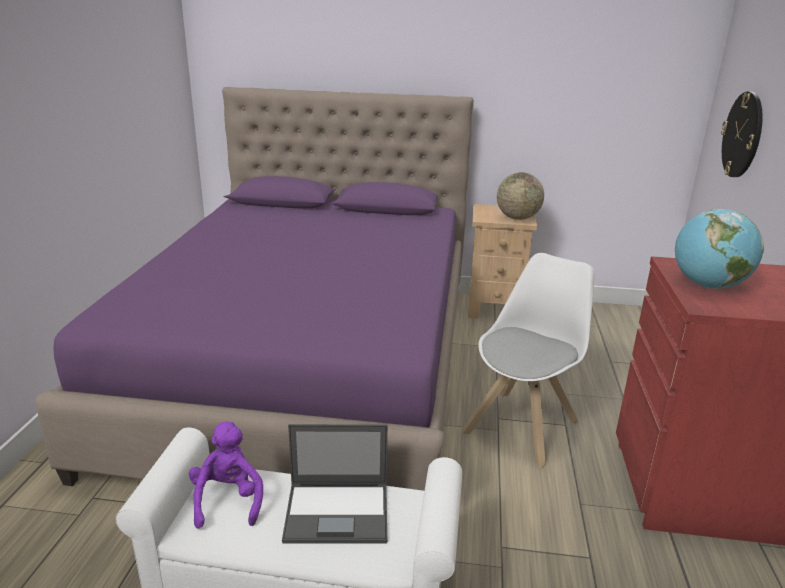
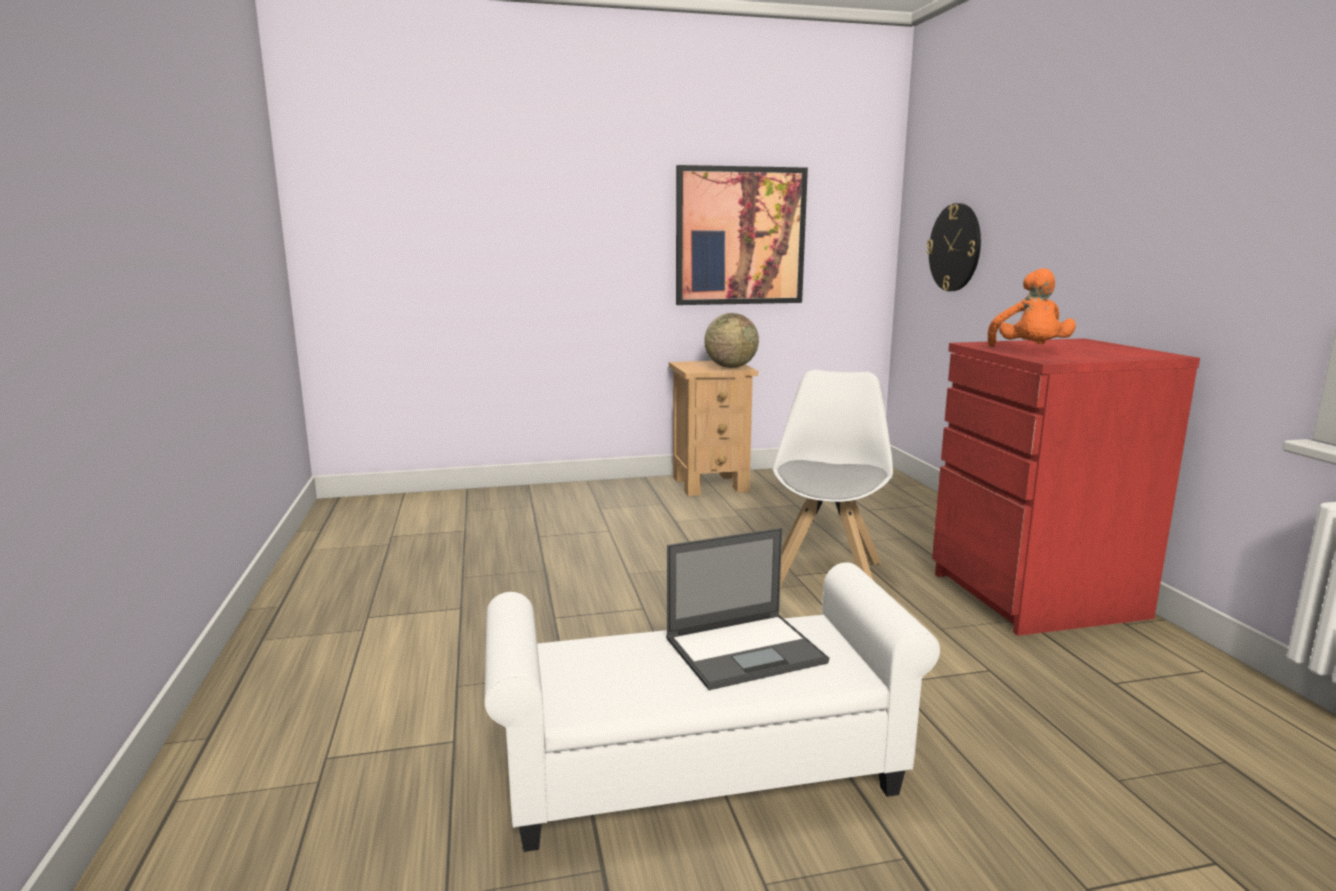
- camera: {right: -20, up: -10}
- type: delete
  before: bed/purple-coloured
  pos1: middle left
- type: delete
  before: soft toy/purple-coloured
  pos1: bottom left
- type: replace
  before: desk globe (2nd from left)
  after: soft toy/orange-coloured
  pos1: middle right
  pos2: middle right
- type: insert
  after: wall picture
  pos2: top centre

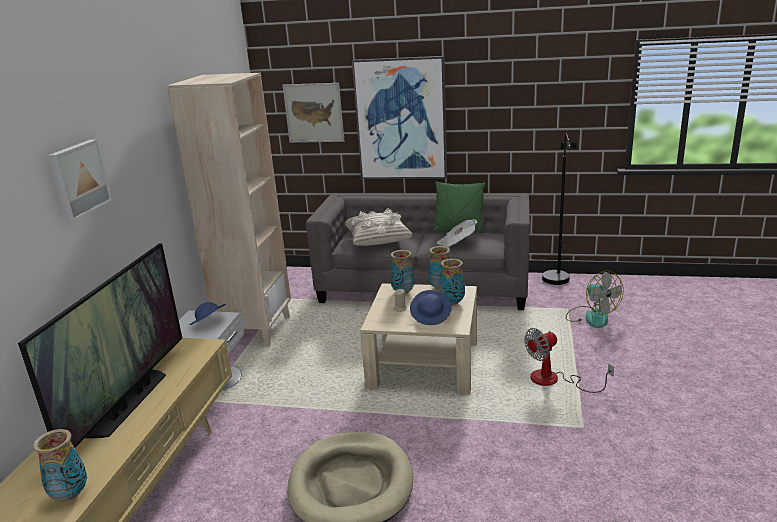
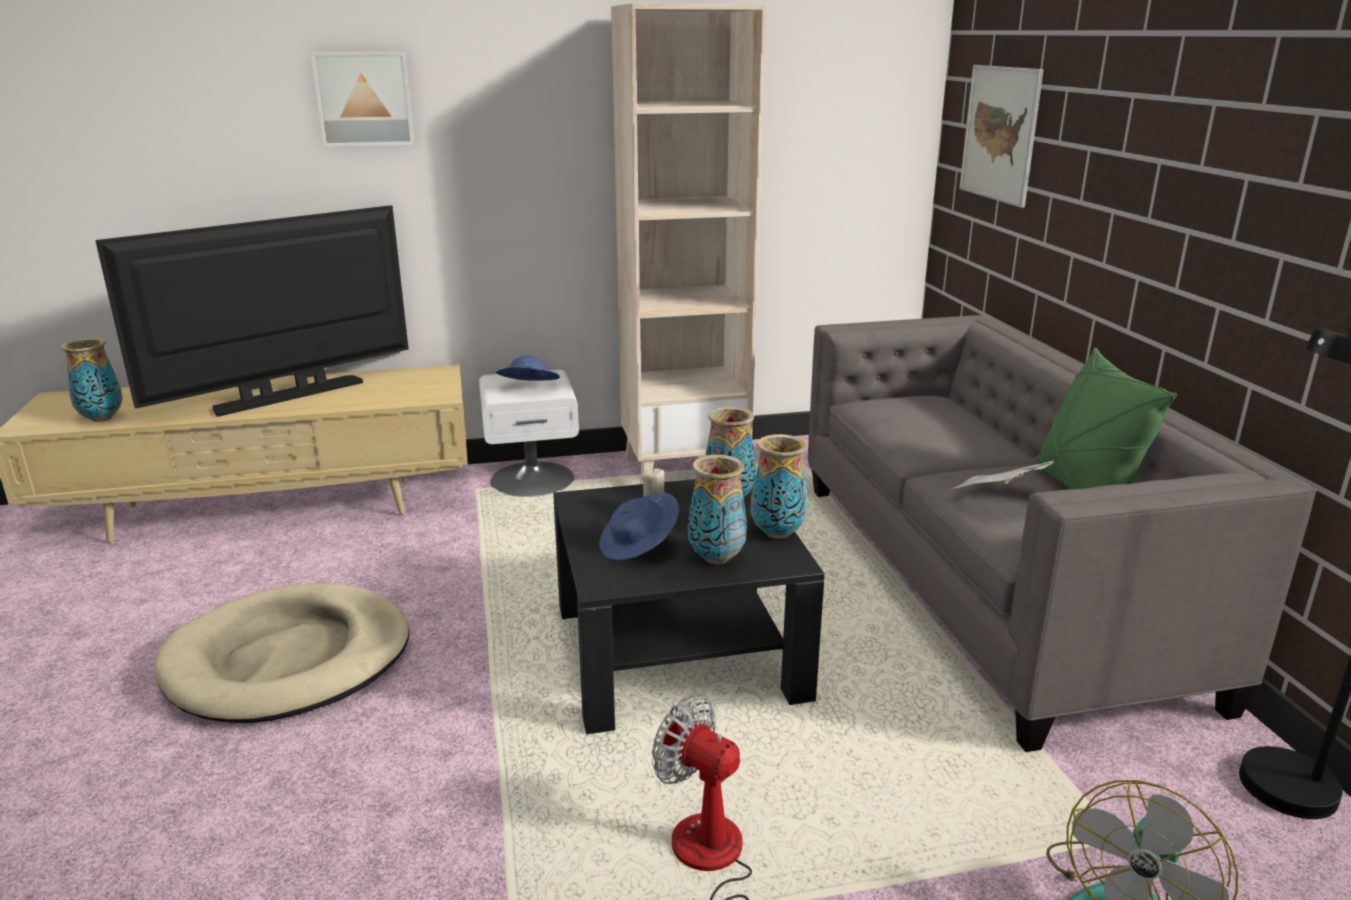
- camera: {right: 65, up: 0}
- type: rotate
  before: TV
  pos1: middle left
  pos2: middle left
  turn: 150
- type: delete
  before: throw pillow/sand-coloured
  pos1: centre
- type: delete
  before: wall picture (3rd from left)
  pos1: top centre
- type: recolor
  before: coffee table/sand-coloured
  after: coffee table/black-coloured
  pos1: centre
  pos2: bottom centre

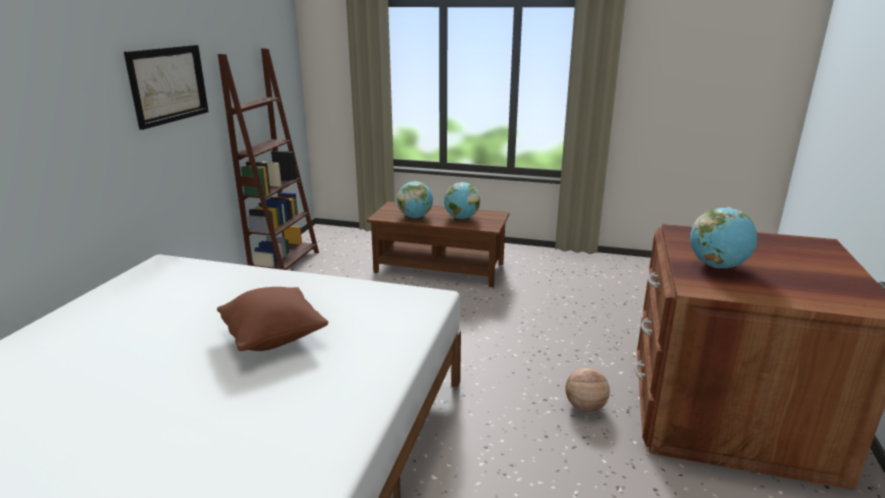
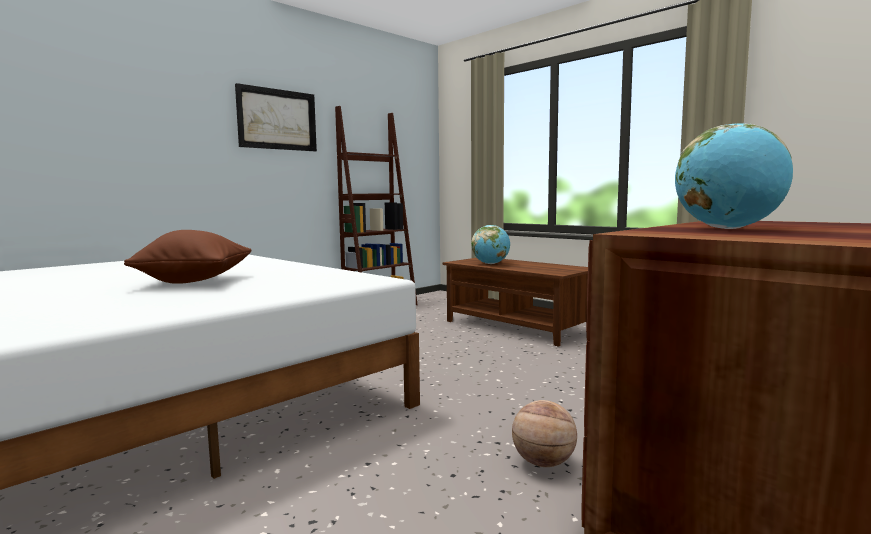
- camera: {right: 30, up: -15}
- type: delete
  before: desk globe (2nd from left)
  pos1: centre

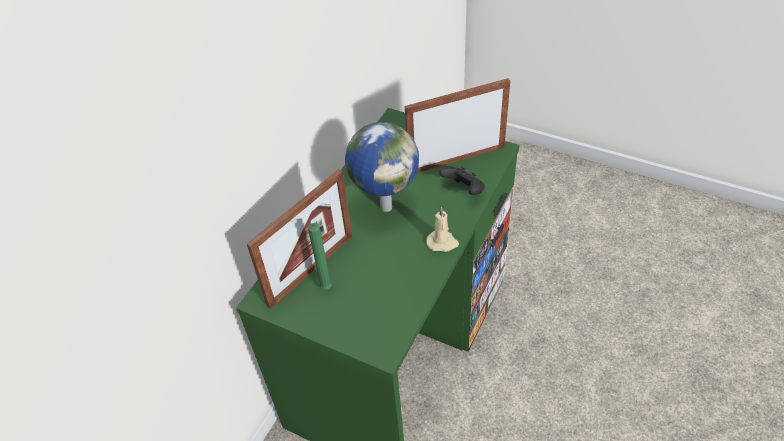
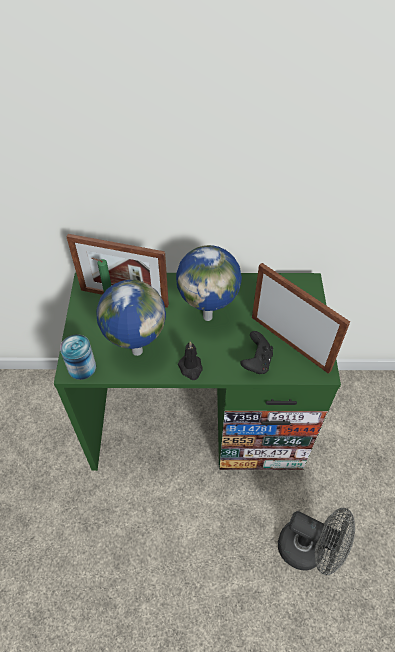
- camera: {right: 60, up: 5}
- type: recolor
  before: candle/sand-coloured
  after: candle/black-coloured
  pos1: centre
  pos2: centre
- type: insert
  after: metal can
  pos2: middle left
- type: insert
  after: desk globe (1st from left)
  pos2: middle left
- type: insert
  after: fan/grey
  pos2: bottom right

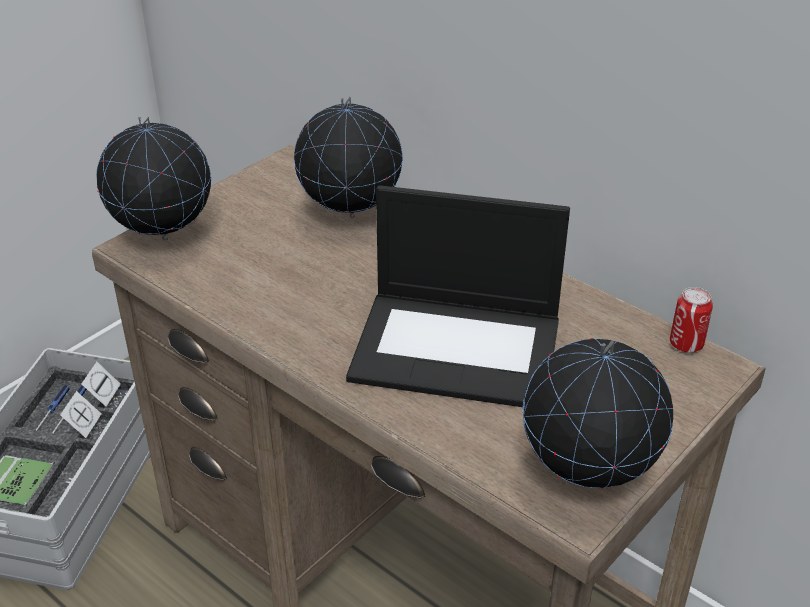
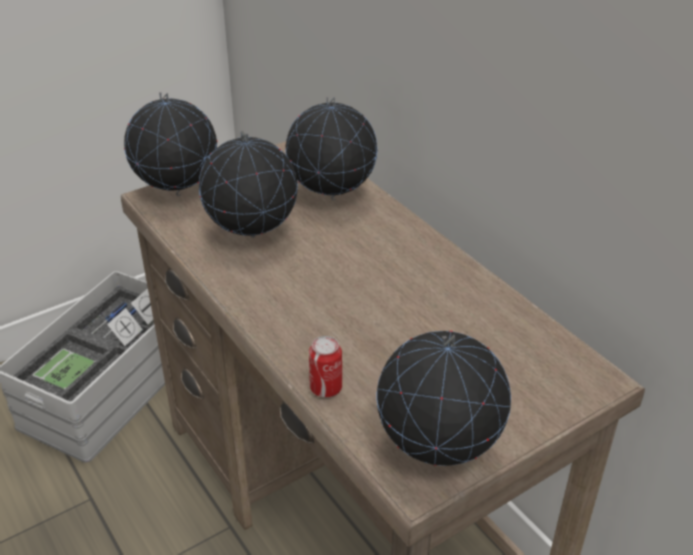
- camera: {right: 15, up: 0}
- type: delete
  before: notebook computer
  pos1: centre
- type: move
  before: metal can
  pos1: middle right
  pos2: centre
- type: insert
  after: desk globe (2nd from left)
  pos2: top centre

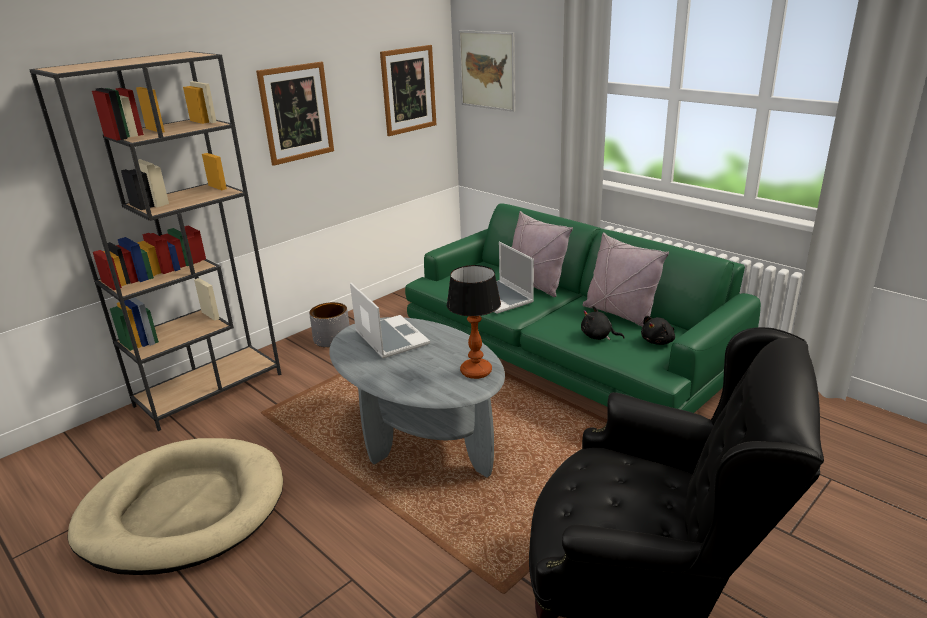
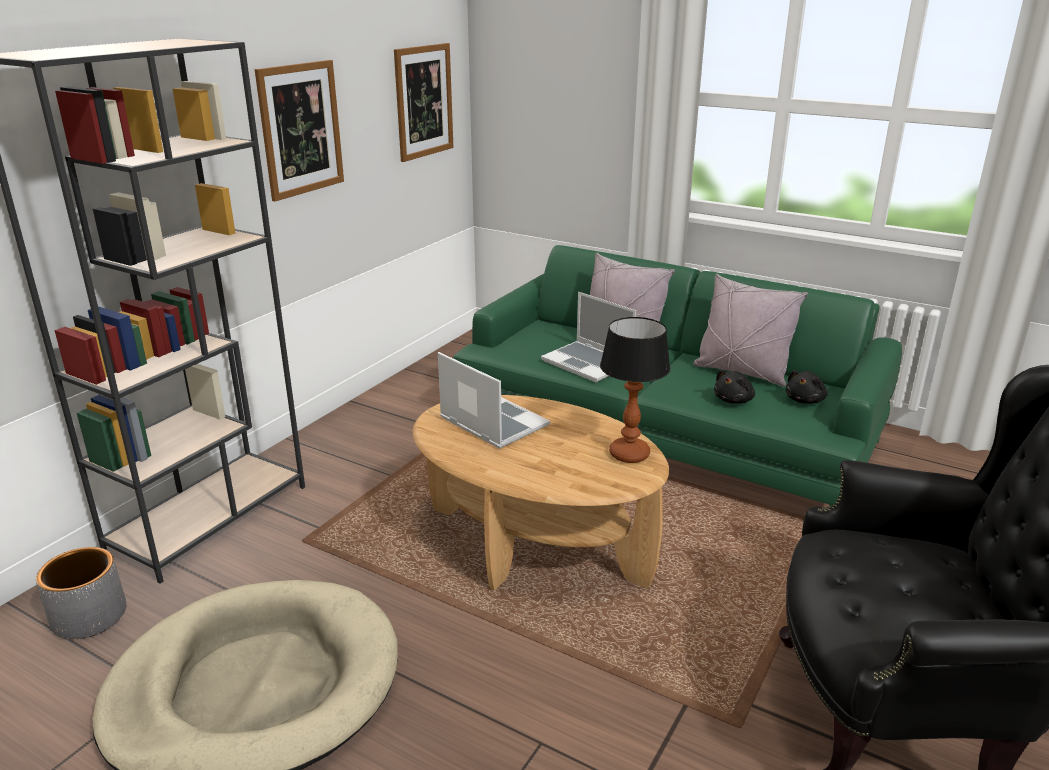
- camera: {right: -15, up: 0}
- type: move
  before: flower pot/grey
  pos1: centre
  pos2: bottom left
- type: recolor
  before: coffee table/grey
  after: coffee table/brown
  pos1: centre
  pos2: centre
- type: delete
  before: wall picture (3rd from left)
  pos1: top centre
- type: rotate
  before: soft toy/black-coloured (1st from left)
  pos1: centre
  pos2: middle right
  turn: -60

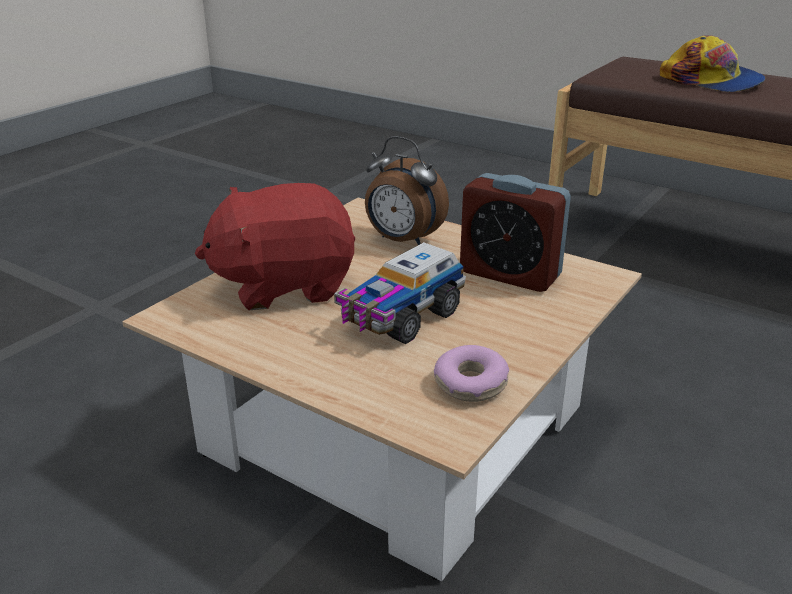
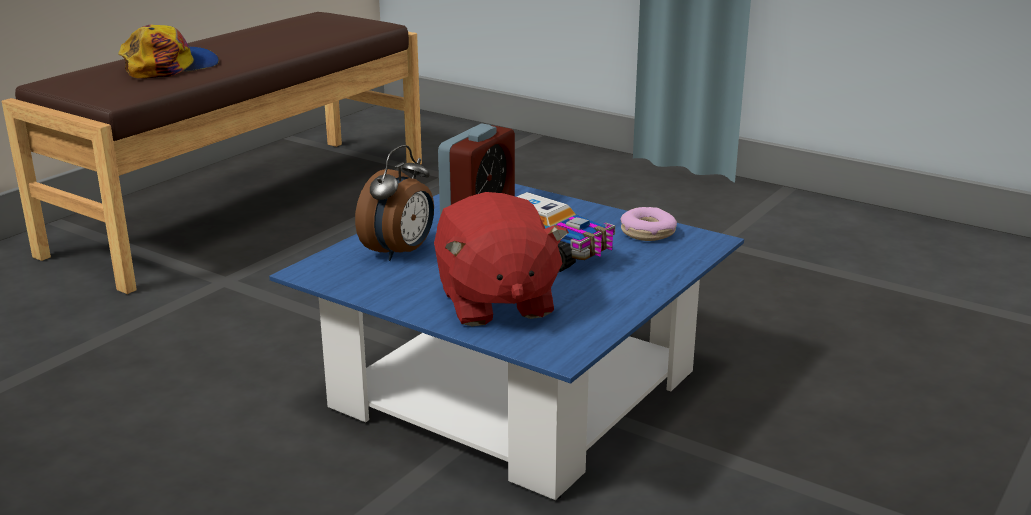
- camera: {right: -90, up: -5}
- type: recolor
  before: coffee table/sand-coloured
  after: coffee table/blue
  pos1: centre
  pos2: centre

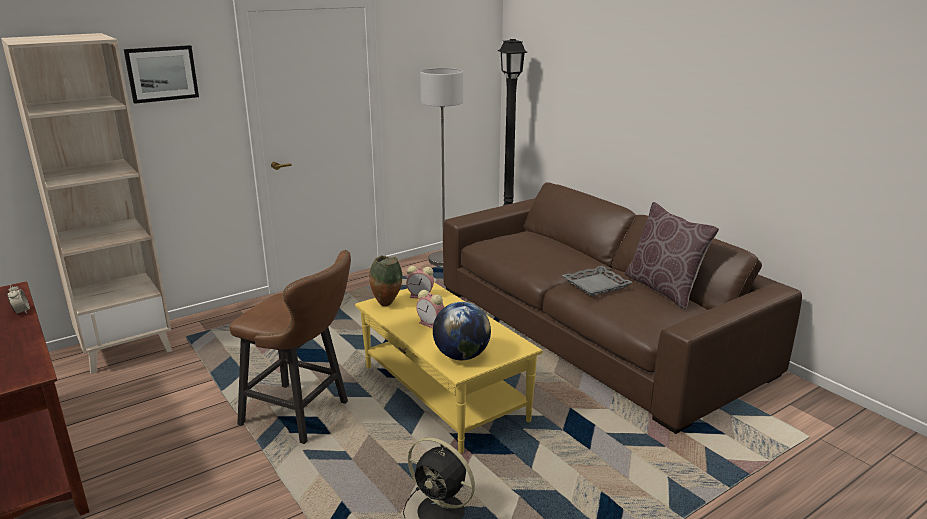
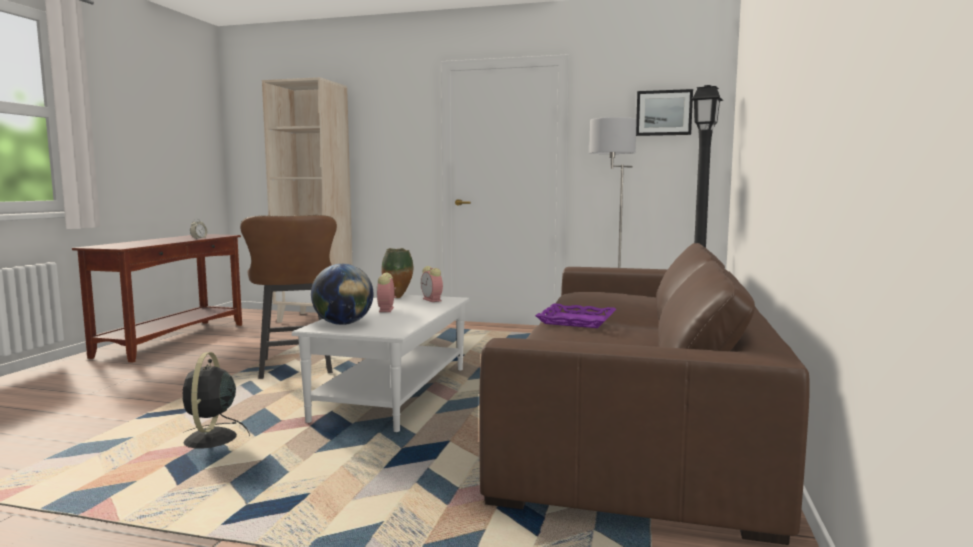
- camera: {right: 50, up: -15}
- type: move
  before: wall picture
  pos1: top left
  pos2: top right
- type: recolor
  before: coffee table/yellowish
  after: coffee table/whitish
  pos1: bottom centre
  pos2: centre
- type: recolor
  before: serving tray/grey
  after: serving tray/purple-coloured
  pos1: centre
  pos2: centre
- type: delete
  before: throw pillow/brown
  pos1: middle right

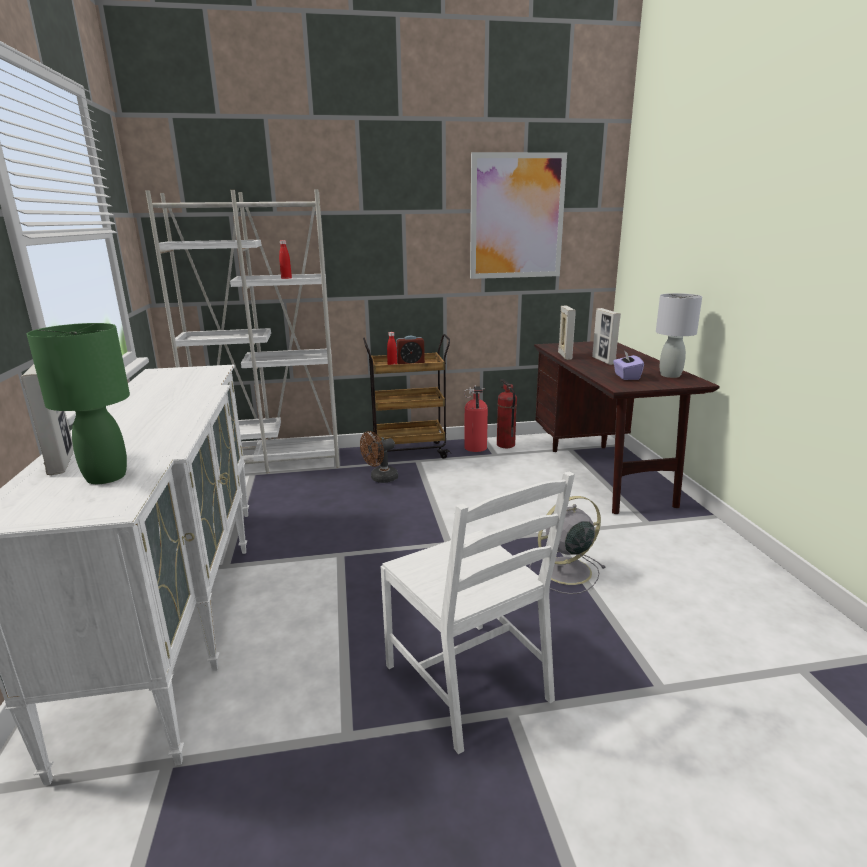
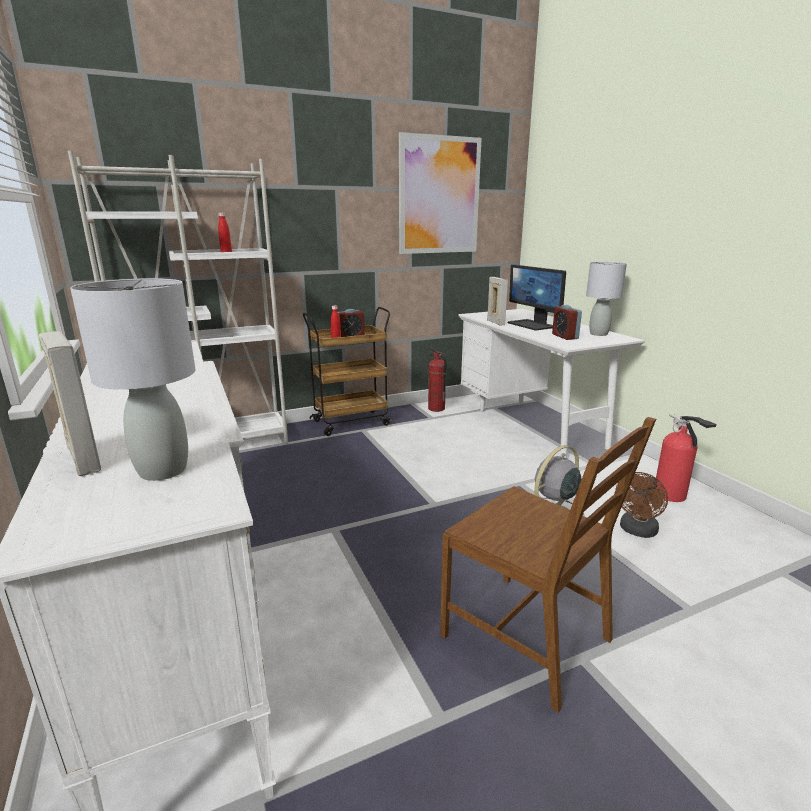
- camera: {right: -15, up: 0}
- type: recolor
  before: lamp for a table/green-coloured
  after: lamp for a table/grey (1st from left)
  pos1: middle left
  pos2: middle left
- type: move
  before: fan/brown
  pos1: centre
  pos2: middle right
- type: recolor
  before: plain chair/whitish
  after: plain chair/brown
  pos1: bottom centre
  pos2: bottom right
- type: move
  before: fire-fighting cylinder (1st from left in the first image)
  after: fire-fighting cylinder (2nd from left)
  pos1: centre
  pos2: middle right
- type: recolor
  before: desk/brown
  after: desk/whitish
  pos1: middle right
  pos2: middle right
- type: replace
  before: photo frame (3rd from left)
  after: computer screen
  pos1: middle right
  pos2: centre
- type: replace
  before: tissue box/purple-coloured
  after: table clock (2nd from left)
  pos1: middle right
  pos2: middle right

